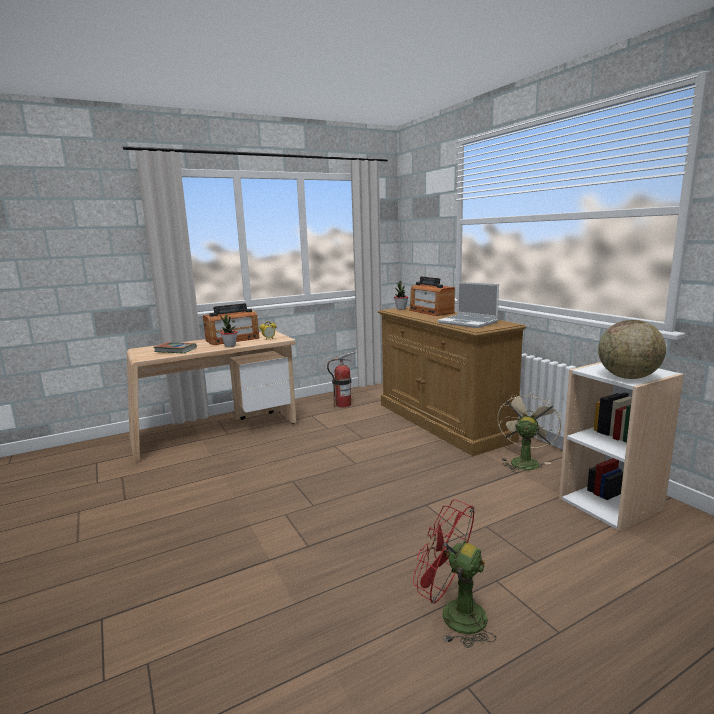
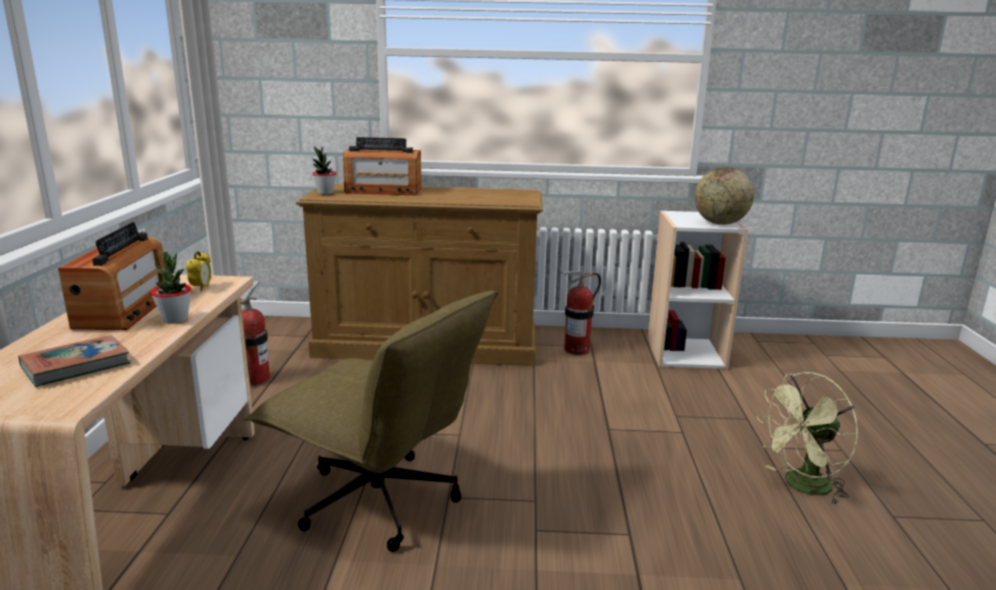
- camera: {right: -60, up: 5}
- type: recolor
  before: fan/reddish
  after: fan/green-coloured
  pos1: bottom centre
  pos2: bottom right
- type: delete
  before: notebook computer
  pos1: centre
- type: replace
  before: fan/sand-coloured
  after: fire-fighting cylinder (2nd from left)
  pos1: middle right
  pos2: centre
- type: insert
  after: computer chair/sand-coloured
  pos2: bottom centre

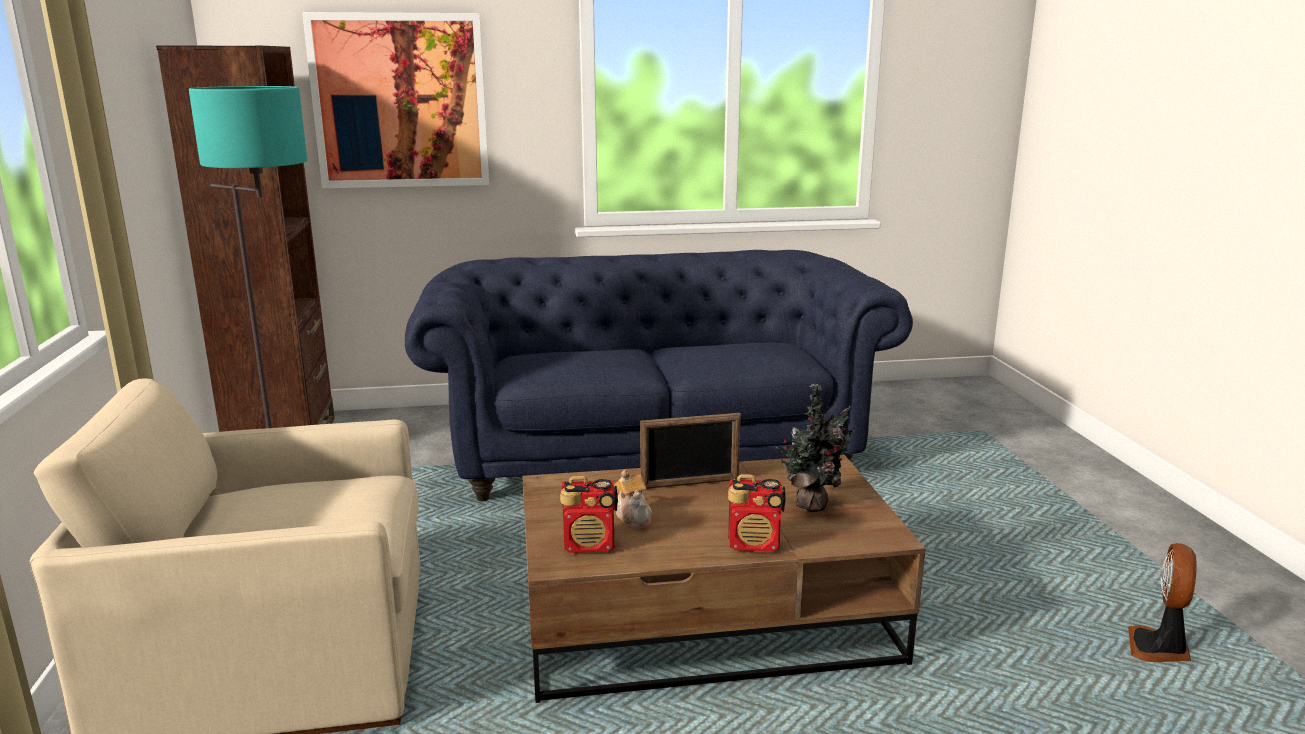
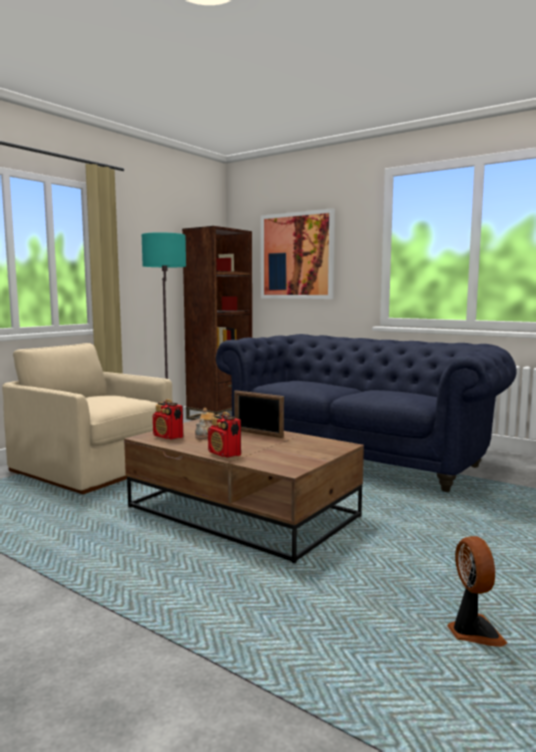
- camera: {right: 45, up: -10}
- type: delete
  before: potted plant
  pos1: centre
- type: rotate
  before: fan
  pos1: bottom right
  pos2: bottom right
  turn: 105

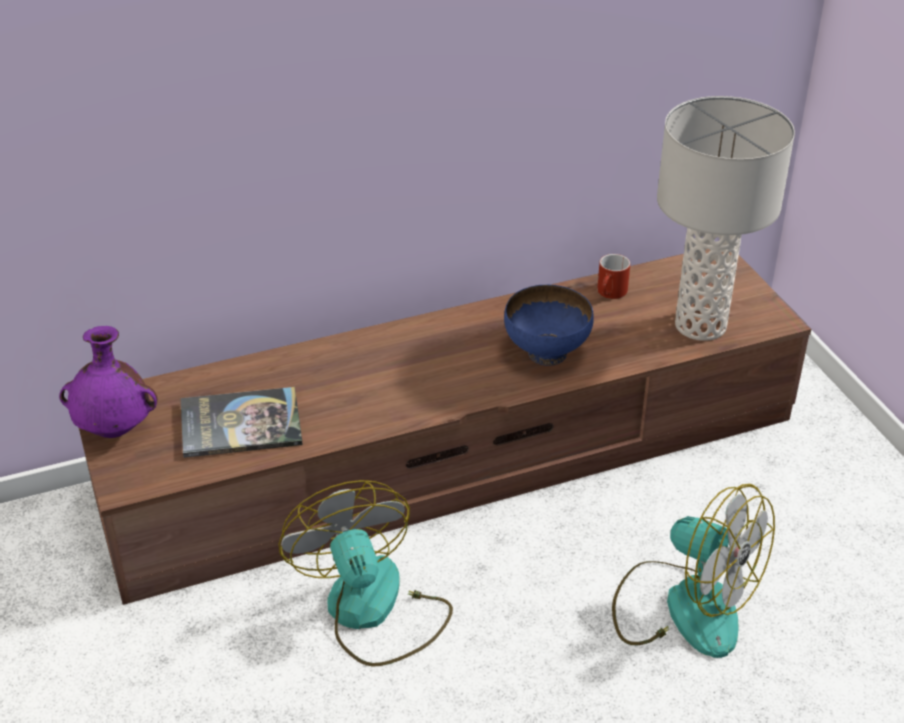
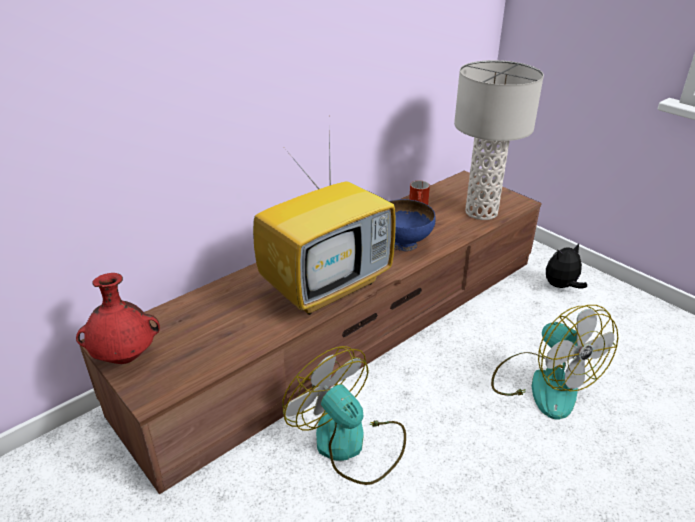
- camera: {right: -20, up: -5}
- type: recolor
  before: vase/purple-coloured
  after: vase/reddish
  pos1: middle left
  pos2: middle left
- type: delete
  before: volume
  pos1: middle left
- type: rotate
  before: fan (2nd from left)
  pos1: bottom right
  pos2: bottom right
  turn: 45
- type: insert
  after: TV
  pos2: centre
- type: insert
  after: soft toy
  pos2: middle right

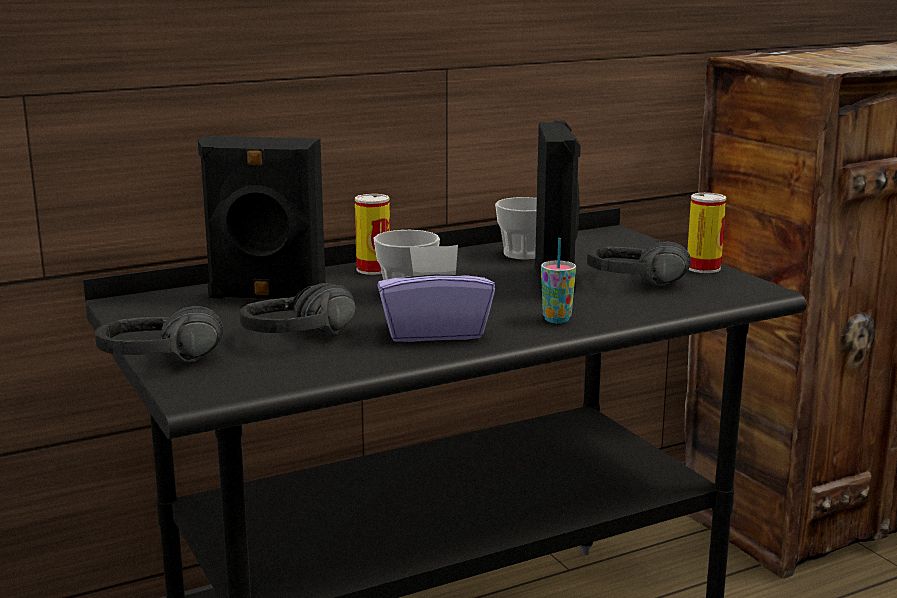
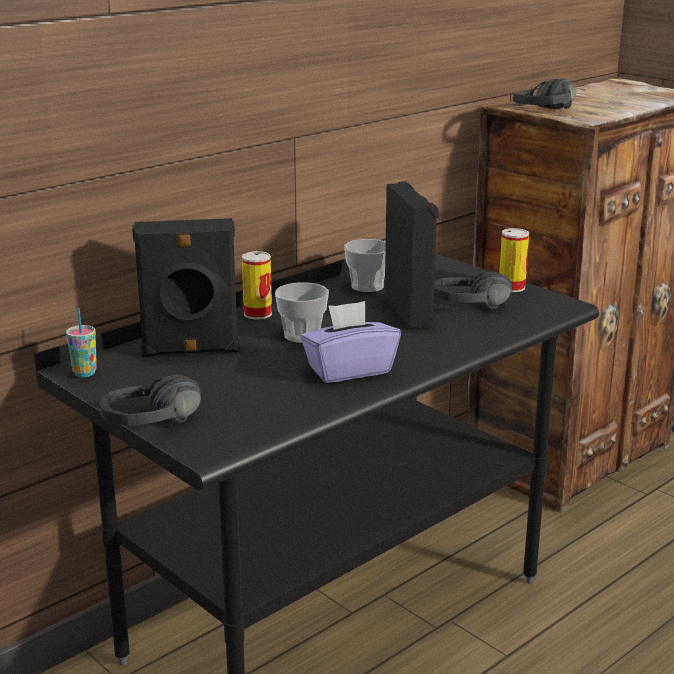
- camera: {right: -15, up: 5}
- type: move
  before: pair of headphones/black-coloured (2nd from left in the first image)
  after: pair of headphones/black-coloured (3rd from left)
  pos1: middle left
  pos2: top right
- type: move
  before: small cup (3rd from left in the first image)
  after: small cup (1st from left)
  pos1: centre
  pos2: middle left

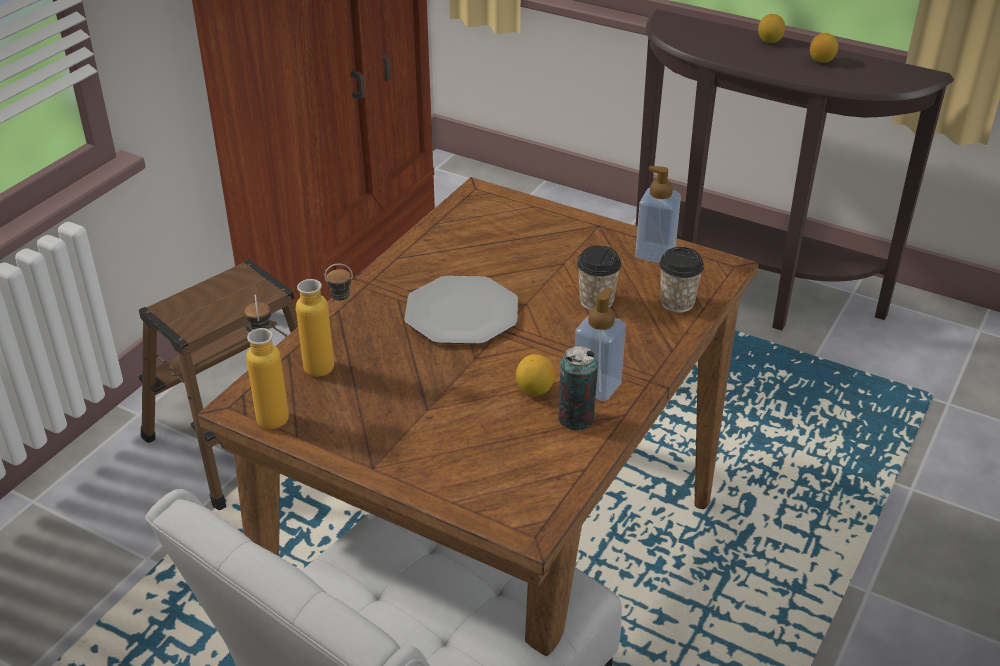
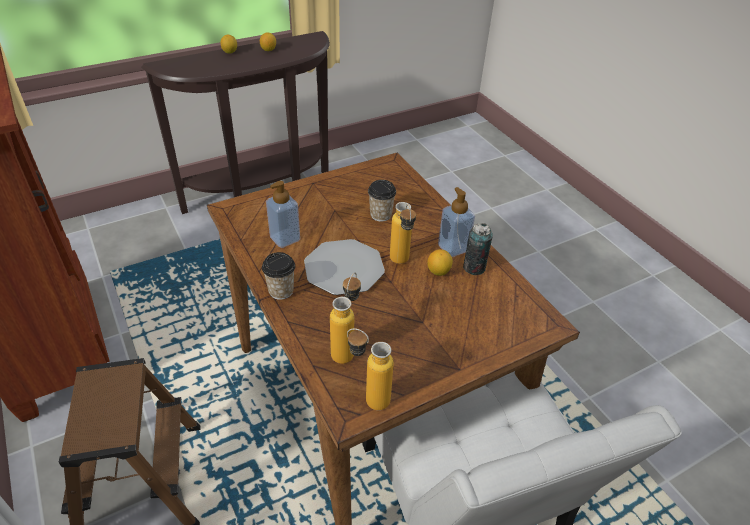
- camera: {right: -60, up: 5}
- type: move
  before: liquid soap bottle (2nd from left in the first image)
  after: liquid soap bottle (1st from left)
  pos1: top centre
  pos2: centre
- type: move
  before: small cup (2nd from left in the first image)
  after: small cup (1st from left)
  pos1: middle right
  pos2: centre
- type: insert
  after: bottle (3rd from left)
  pos2: centre

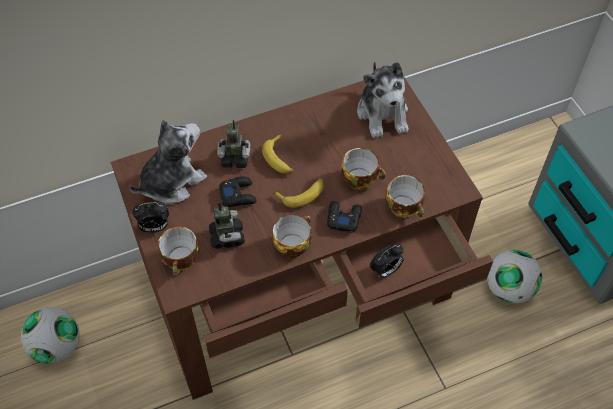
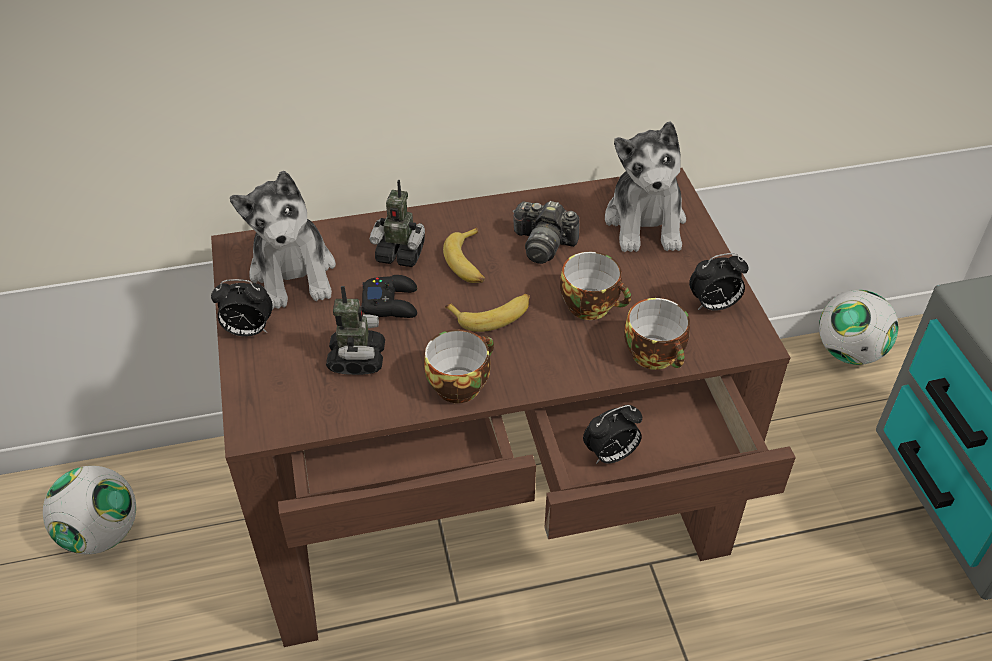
- camera: {right: 10, up: -10}
- type: rotate
  before: soft toy (1st from left)
  pos1: middle left
  pos2: middle left
  turn: 105
- type: delete
  before: small cup (1st from left)
  pos1: middle left
- type: delete
  before: game controller/black-coloured (2nd from left)
  pos1: centre
- type: move
  before: ball for football (2nd from left)
  pos1: bottom right
  pos2: middle right
- type: insert
  after: still camera
  pos2: centre
- type: insert
  after: table clock (3rd from left)
  pos2: middle right

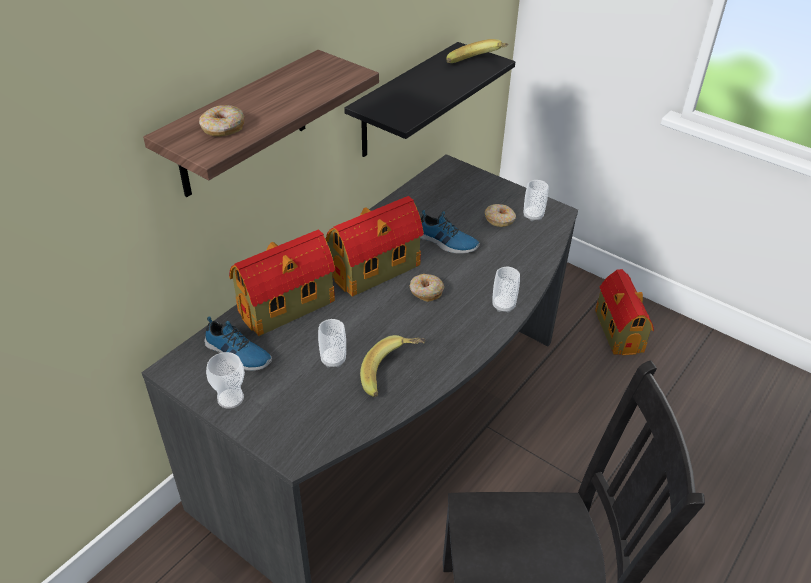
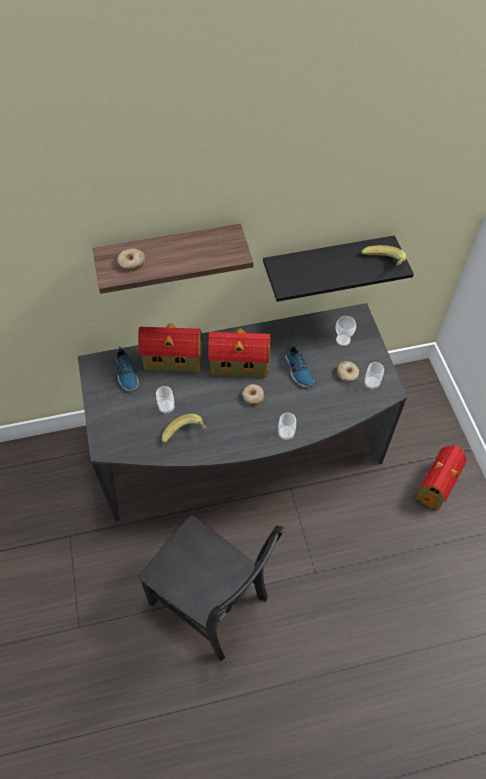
- camera: {right: 40, up: 15}
- type: move
  before: small cup (1st from left in the first image)
  after: small cup (3rd from left)
  pos1: middle left
  pos2: middle right

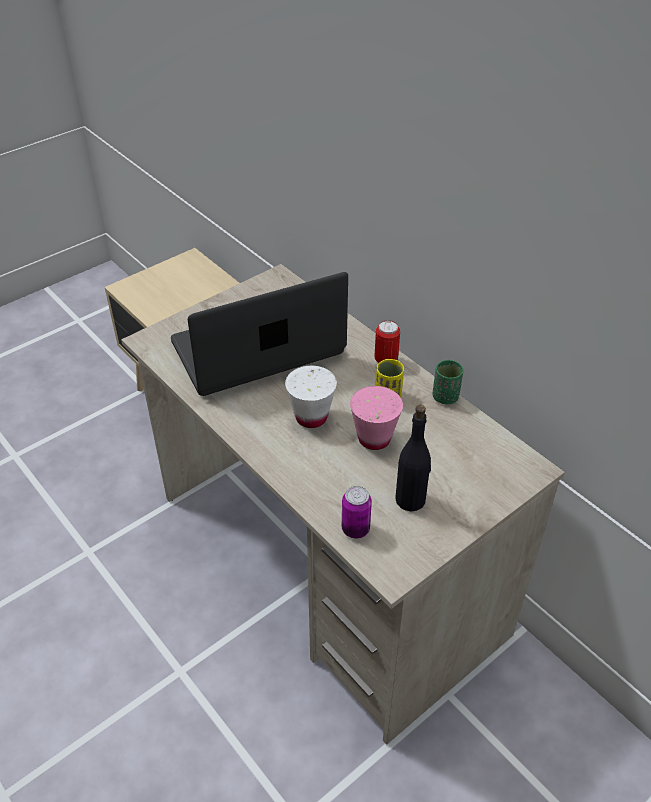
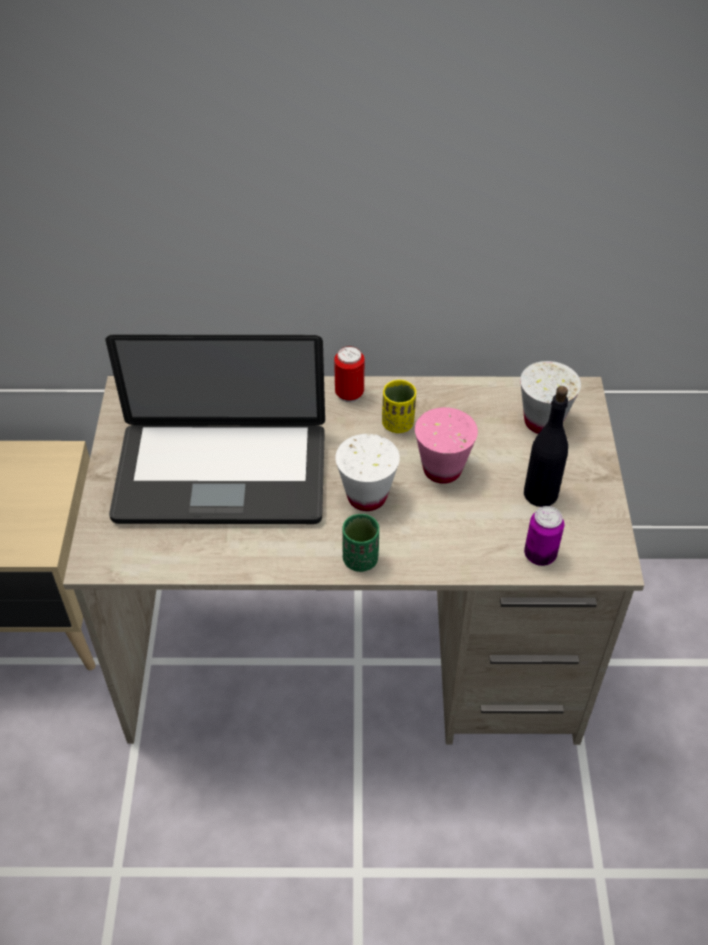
- camera: {right: -50, up: 5}
- type: rotate
  before: notebook computer
  pos1: centre
  pos2: middle left
  turn: -105
- type: move
  before: small cup/green-coloured
  pos1: middle right
  pos2: centre
- type: insert
  after: small cup/whitish (2nd from left)
  pos2: middle right

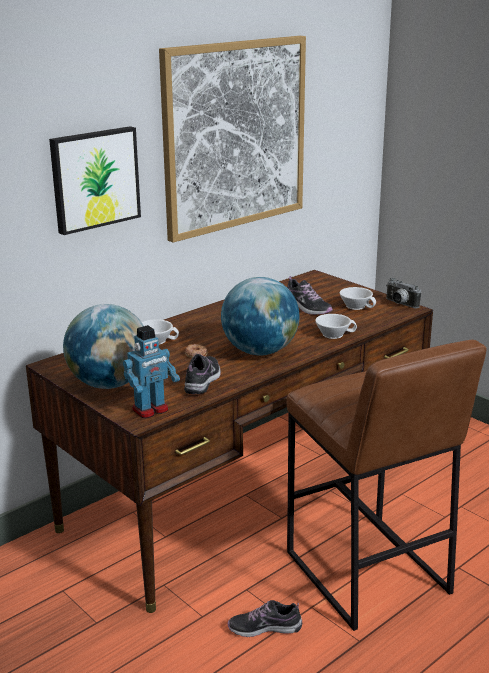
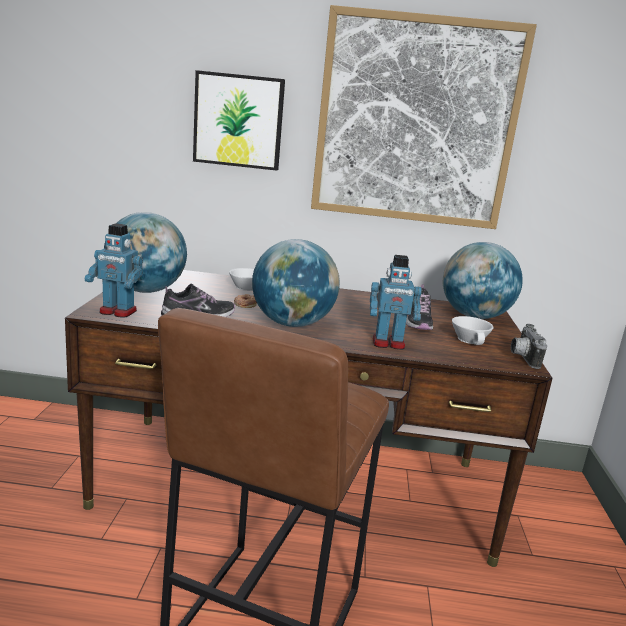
- camera: {right: 45, up: -5}
- type: delete
  before: low shoe (2nd from left)
  pos1: bottom centre
- type: replace
  before: small cup/whitish (2nd from left)
  after: toy robot (2nd from left)
  pos1: middle right
  pos2: centre
- type: insert
  after: desk globe (3rd from left)
  pos2: middle right

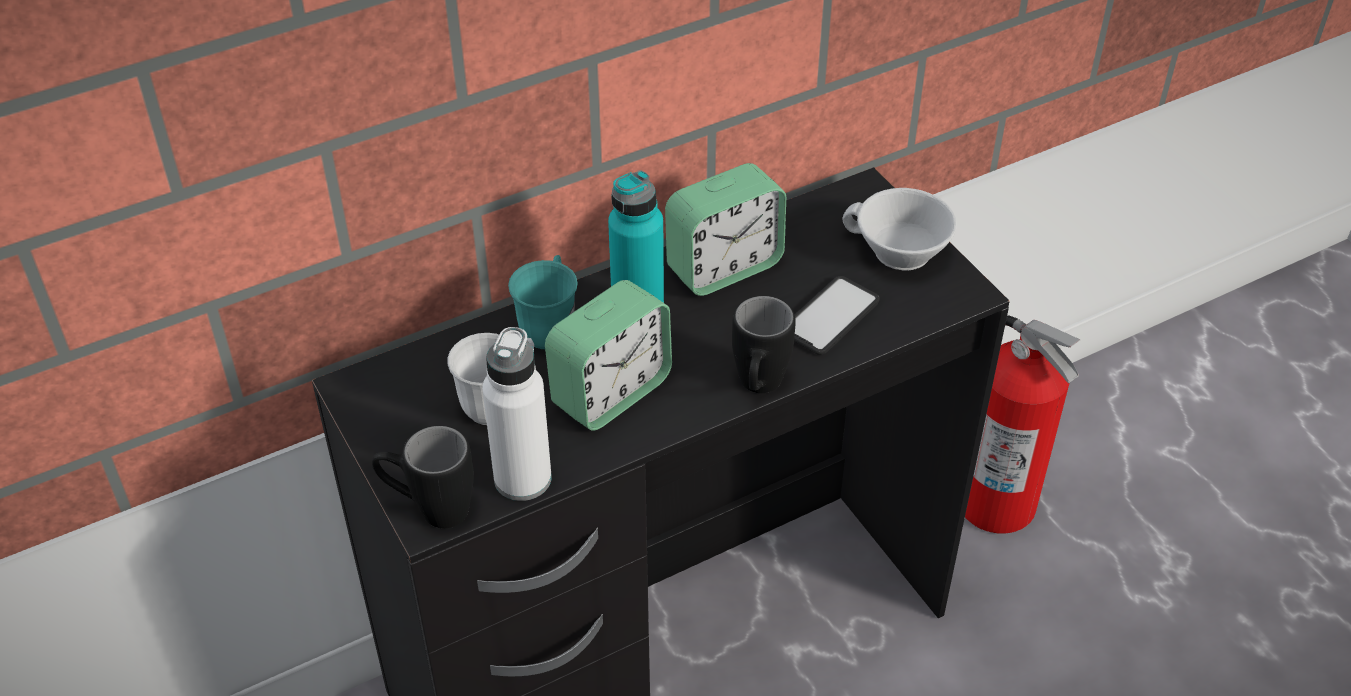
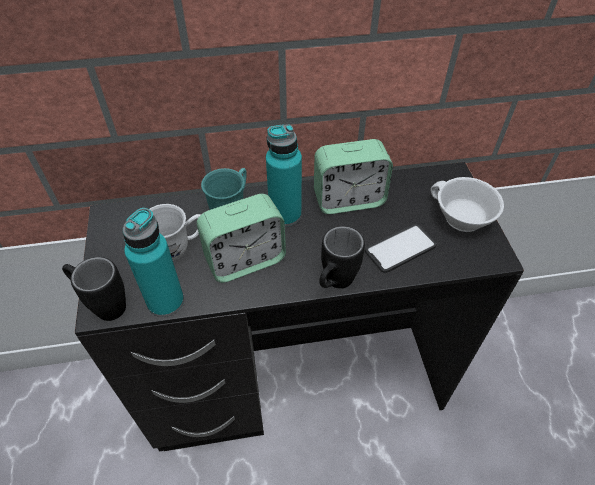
- camera: {right: 20, up: 5}
- type: recolor
  before: bottle/whitish
  after: bottle/blue-green (1st from left)
  pos1: centre
  pos2: middle left
- type: delete
  before: fire-fighting cylinder
  pos1: middle right

